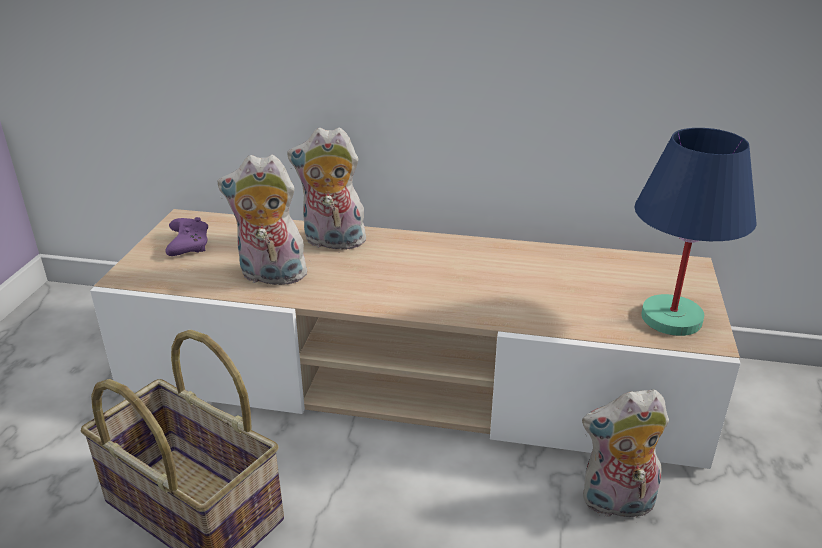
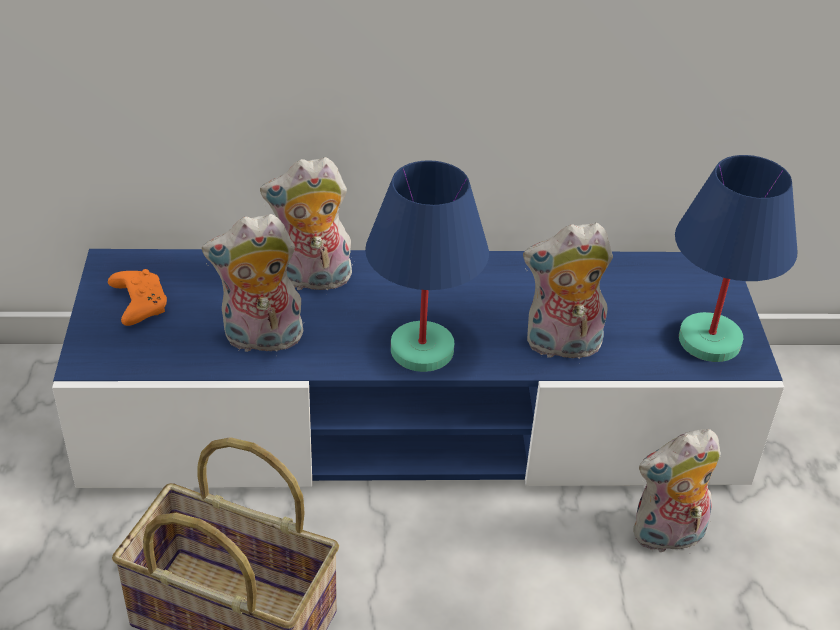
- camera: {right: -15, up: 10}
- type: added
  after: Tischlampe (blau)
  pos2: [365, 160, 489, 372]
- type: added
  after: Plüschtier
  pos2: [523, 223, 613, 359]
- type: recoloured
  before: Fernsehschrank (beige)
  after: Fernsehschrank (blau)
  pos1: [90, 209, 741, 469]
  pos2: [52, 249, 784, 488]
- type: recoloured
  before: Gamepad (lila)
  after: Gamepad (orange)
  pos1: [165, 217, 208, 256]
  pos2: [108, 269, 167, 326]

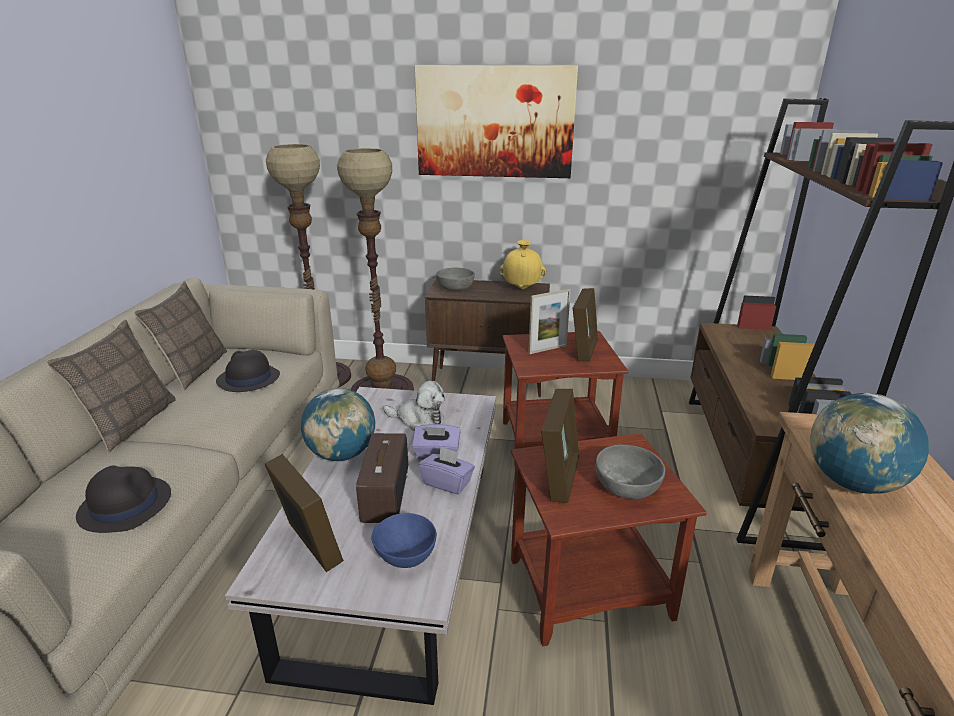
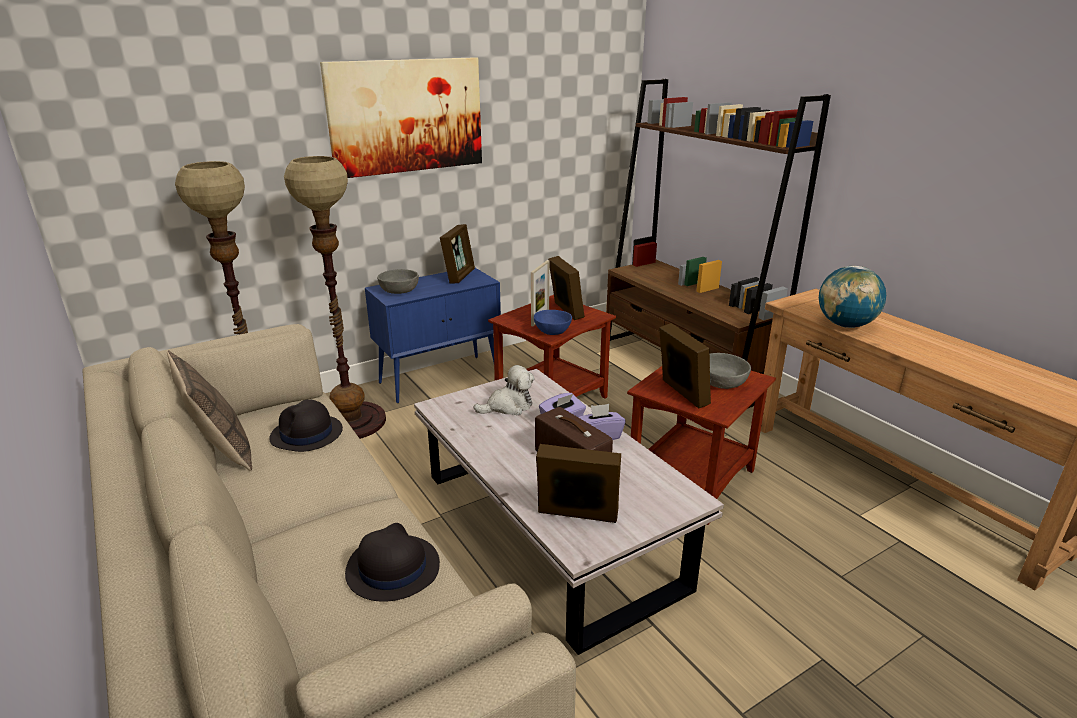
- camera: {right: -40, up: 0}
- type: removed
  before: Kissen
  pos1: [47, 320, 176, 452]
- type: removed
  before: Globus
  pos1: [301, 388, 375, 461]
- type: moved
  before: Schüssel (blau)
  pos1: [371, 513, 437, 568]
  pos2: [534, 310, 572, 335]
- type: replaced
  before: Vase (gelb)
  after: Bilderrahmen
  pos1: [500, 240, 546, 289]
  pos2: [440, 224, 475, 284]
- type: recoloured
  before: Schrank (braun)
  after: Schrank (blau)
  pos1: [425, 278, 550, 397]
  pos2: [365, 268, 501, 403]

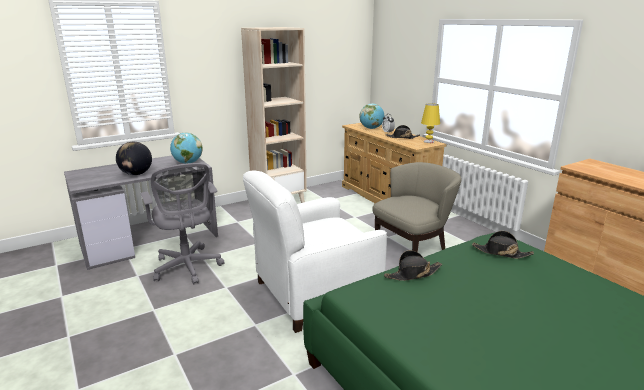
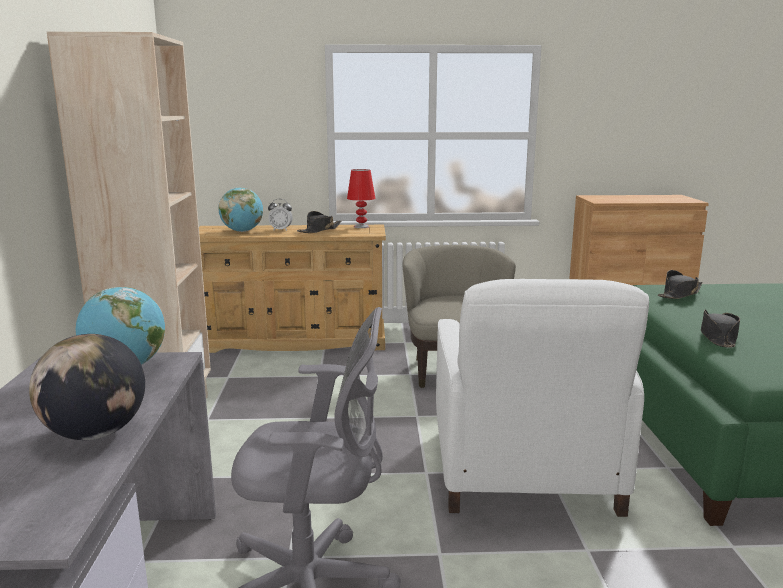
- camera: {right: -60, up: -5}
- type: recoloured
  before: Tischlampe (gelb)
  after: Tischlampe (rot)
  pos1: [421, 103, 440, 143]
  pos2: [347, 169, 375, 228]

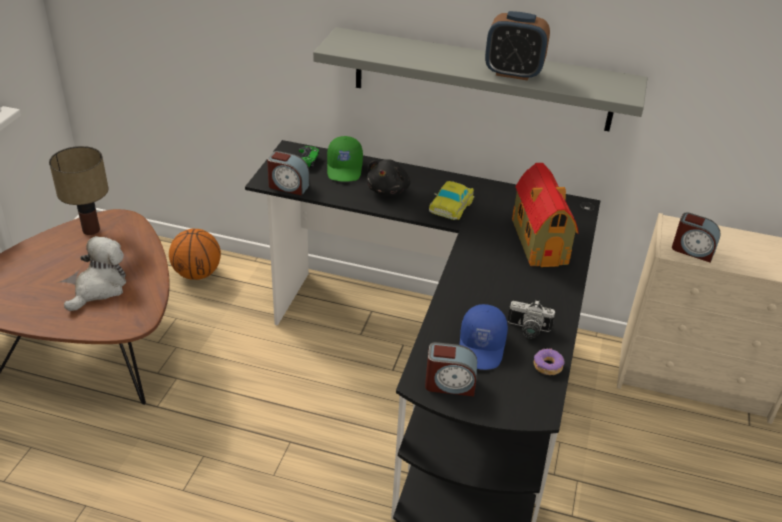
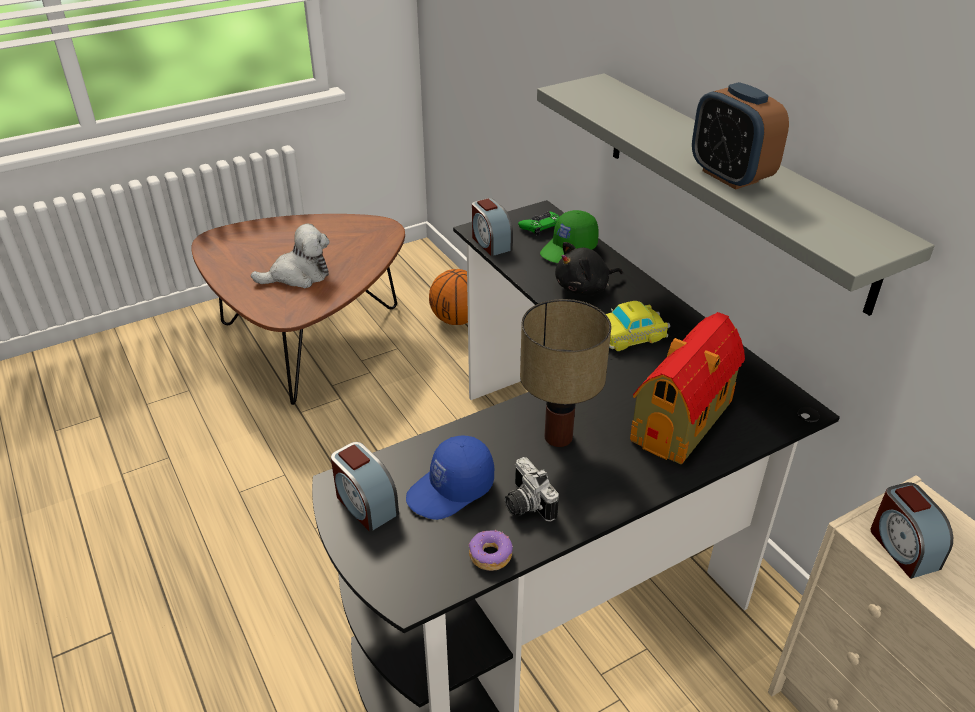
- camera: {right: 45, up: 0}
- type: moved
  before: Tischlampe
  pos1: [49, 146, 109, 235]
  pos2: [520, 299, 611, 447]

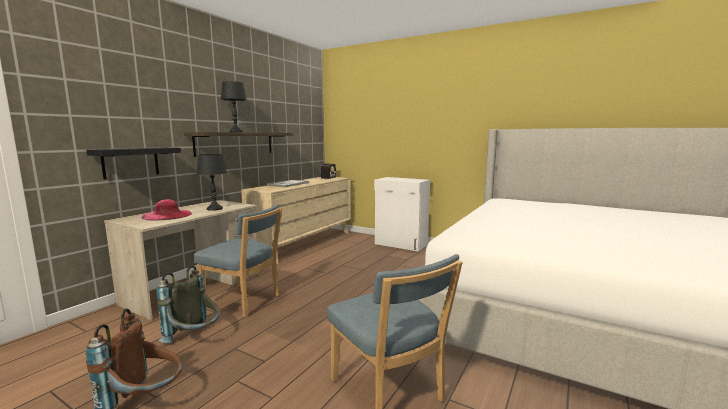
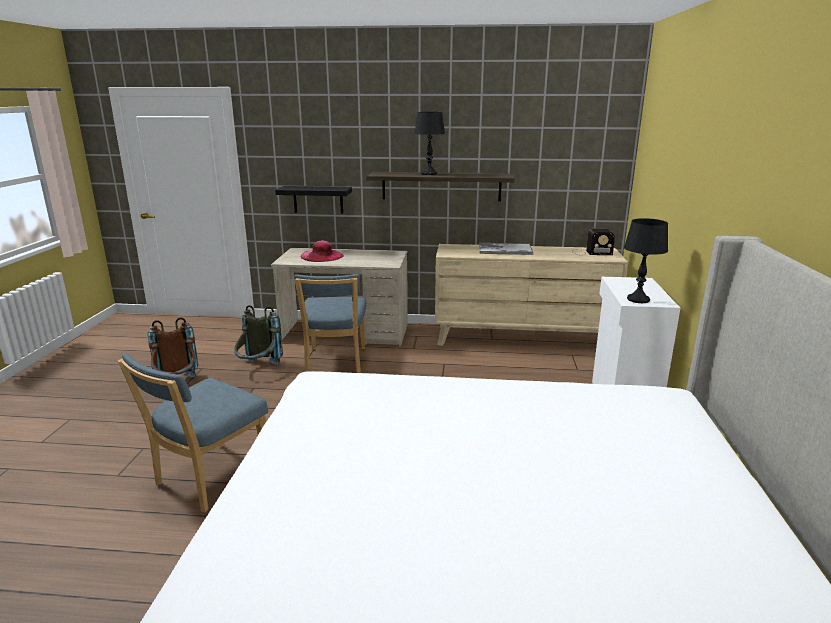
- camera: {right: 65, up: 10}
- type: moved
  before: Tischlampe (schwarz)
  pos1: [197, 154, 227, 211]
  pos2: [624, 218, 668, 303]

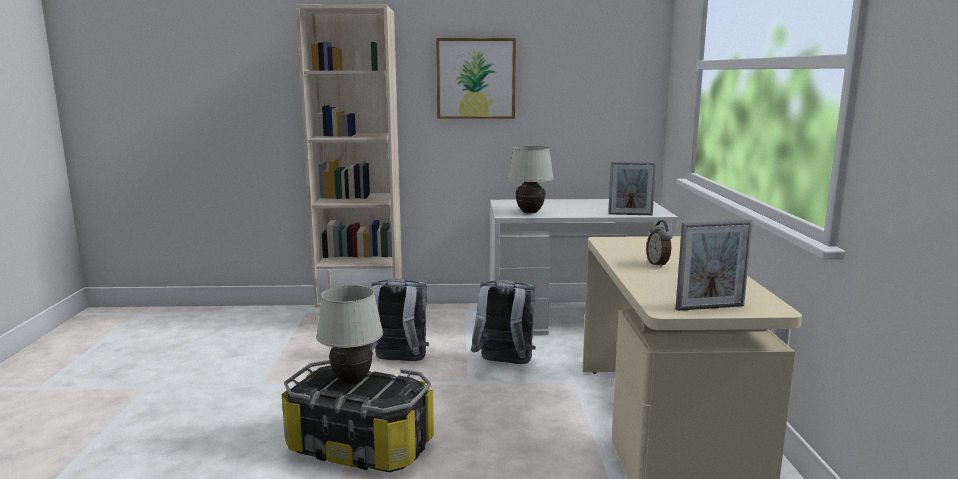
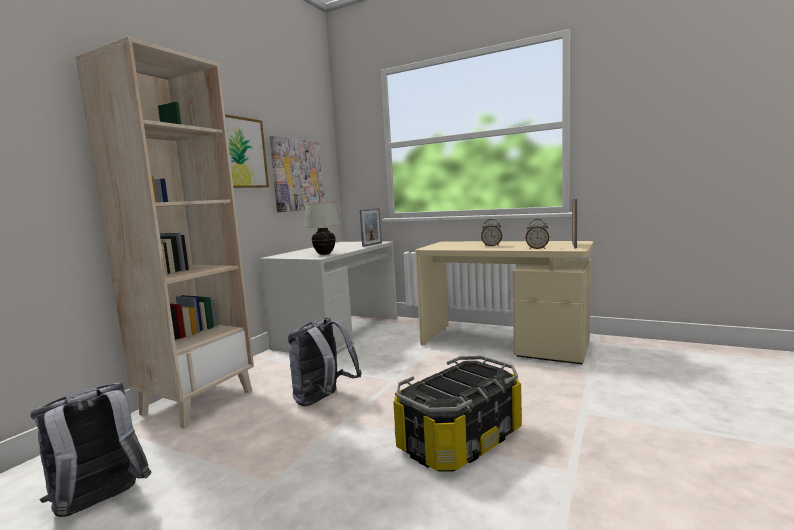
- camera: {right: -60, up: -5}
- type: removed
  before: Tischlampe (weiß)
  pos1: [316, 285, 383, 384]
- type: added
  after: Bild
  pos2: [270, 136, 325, 212]
- type: added
  after: Wecker
  pos2: [526, 219, 549, 249]
- type: moved
  before: Rucksack (grau)
  pos1: [471, 280, 536, 364]
  pos2: [30, 382, 152, 517]

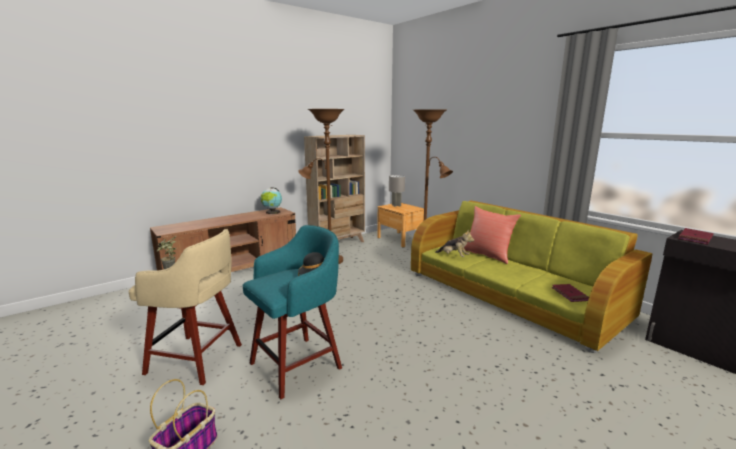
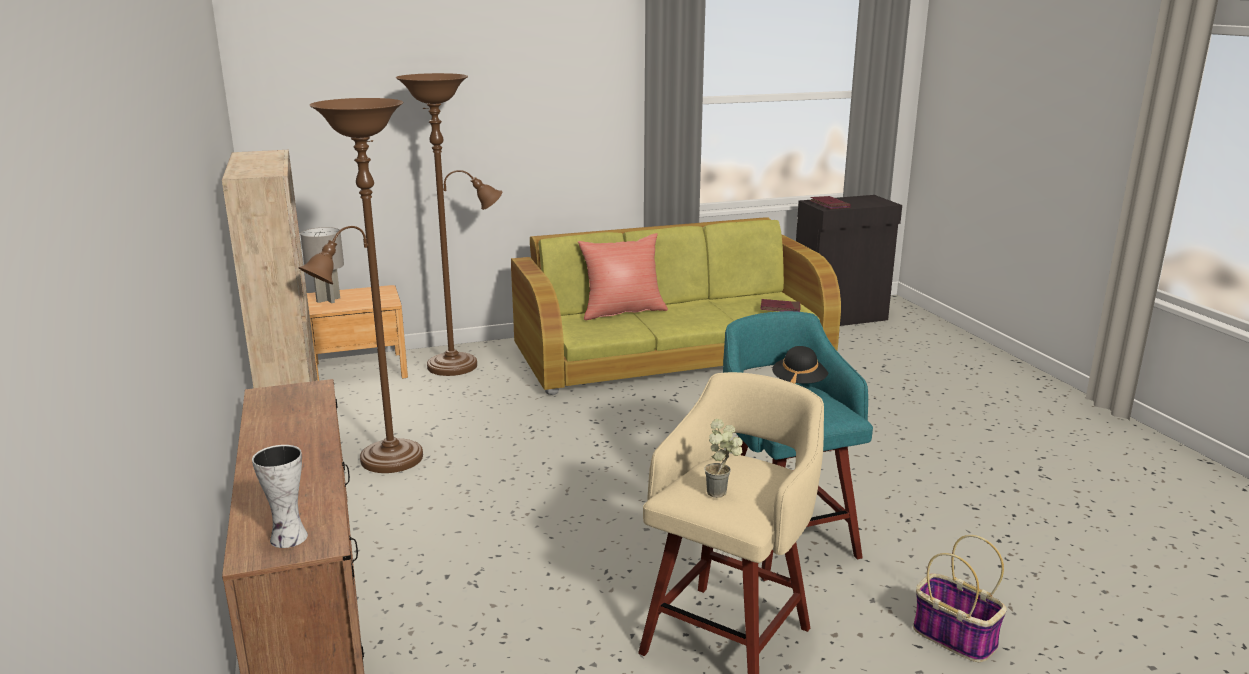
- camera: {right: -70, up: 5}
- type: removed
  before: Globus
  pos1: [261, 187, 282, 214]
- type: removed
  before: Plüschtier
  pos1: [435, 230, 474, 257]
- type: added
  after: Vase
  pos2: [252, 445, 308, 548]

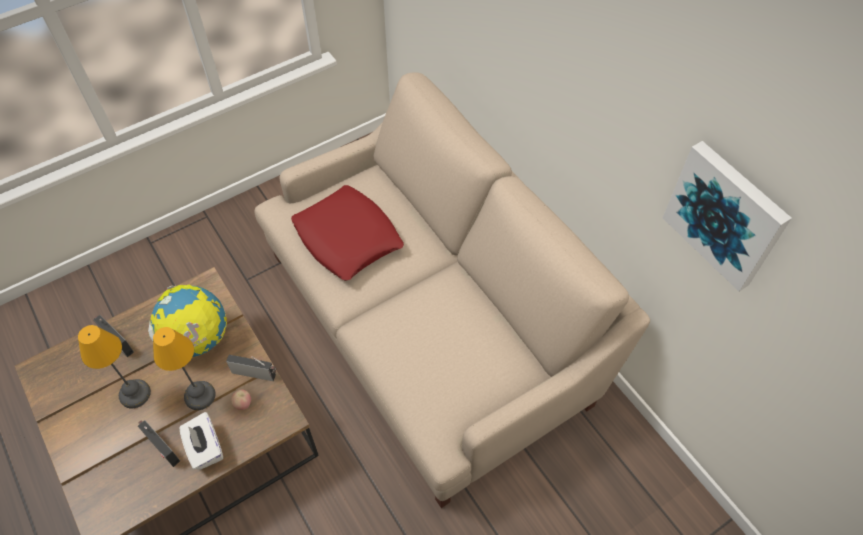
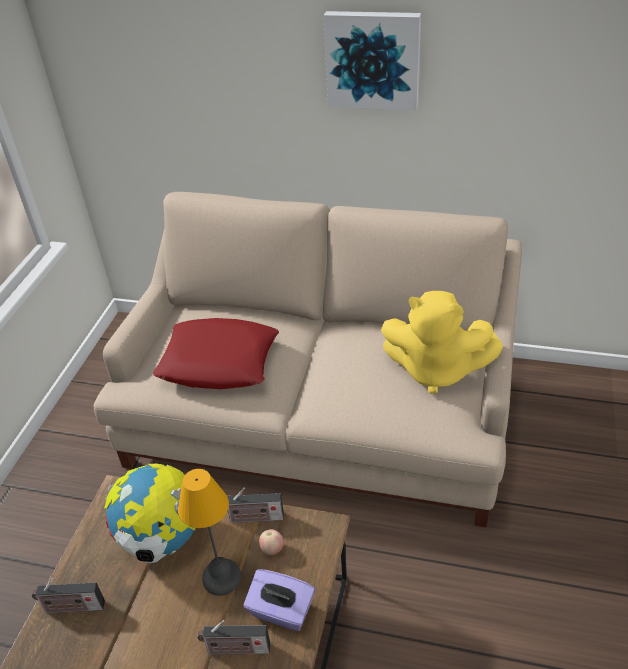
- camera: {right: -40, up: -15}
- type: removed
  before: Tischlampe
  pos1: [78, 325, 151, 408]
- type: added
  after: Plüschtier (gelb)
  pos2: [381, 291, 503, 394]
- type: moved
  before: Bild
  pos1: [663, 141, 792, 291]
  pos2: [323, 11, 421, 111]
- type: recoloured
  before: Taschentuchbox (weiß)
  after: Taschentuchbox (lila)
  pos1: [179, 412, 223, 470]
  pos2: [243, 569, 315, 631]
- type: turned
  before: Radio
  pos1: [226, 355, 277, 381]
  pos2: [227, 488, 284, 523]
  turn: -150

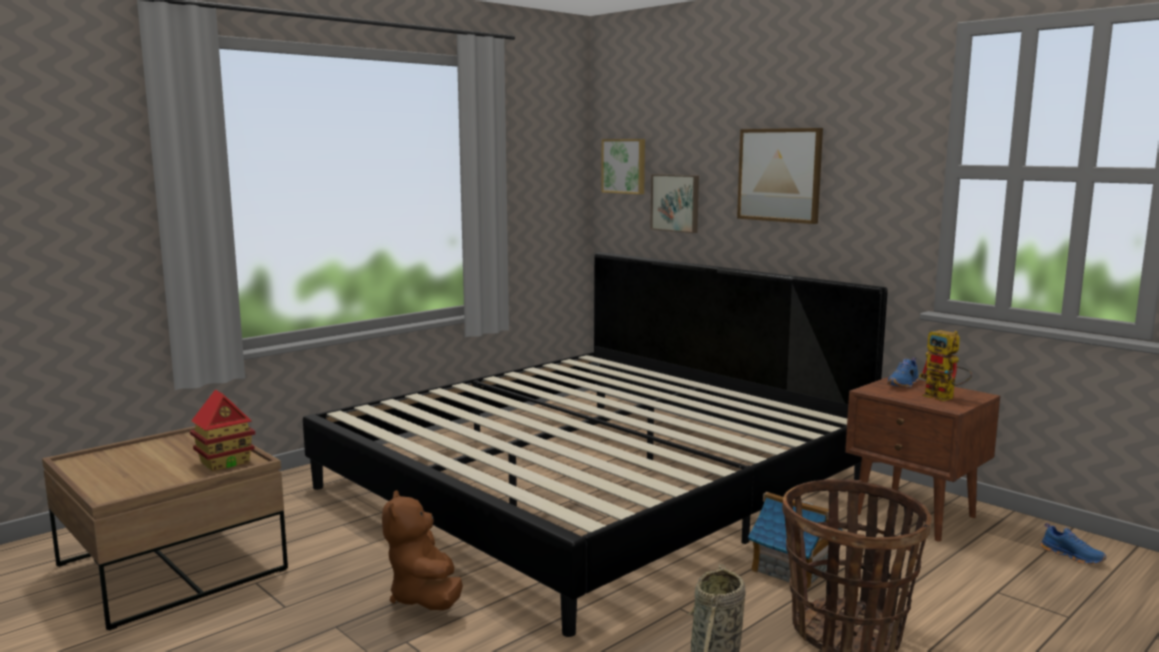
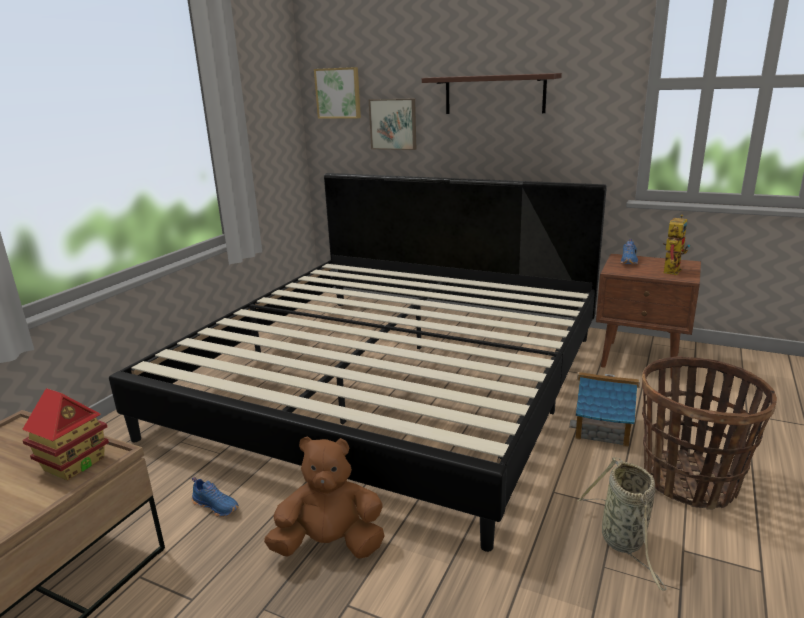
- camera: {right: -20, up: 10}
- type: moved
  before: Schuh (blau)
  pos1: [1040, 523, 1106, 564]
  pos2: [192, 477, 239, 517]
- type: replaced
  before: Bild
  after: Wandregal
  pos1: [737, 128, 823, 224]
  pos2: [422, 73, 562, 114]
- type: turned
  before: Plüschtier (braun)
  pos1: [382, 490, 463, 610]
  pos2: [264, 436, 385, 559]
  turn: 120
- type: turned
  before: Spielzeugroboter
  pos1: [919, 330, 972, 401]
  pos2: [663, 215, 690, 275]
  turn: -90

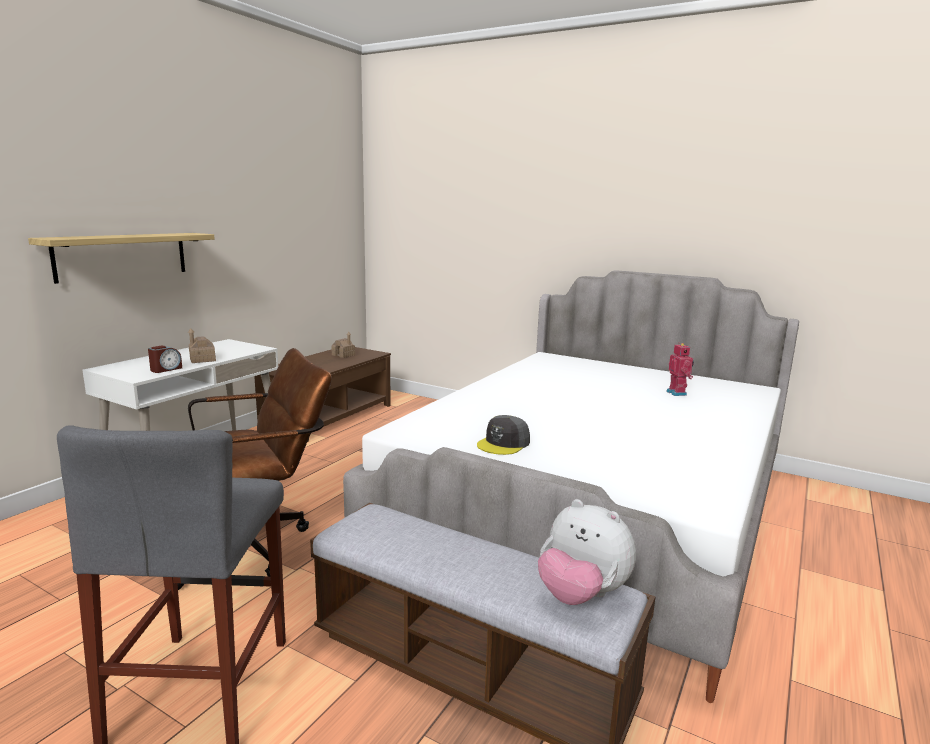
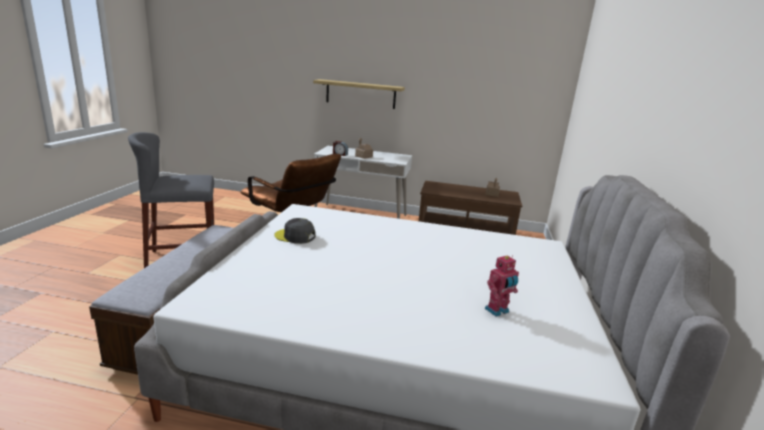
- camera: {right: 70, up: 5}
- type: removed
  before: Plüschtier
  pos1: [538, 499, 636, 605]

